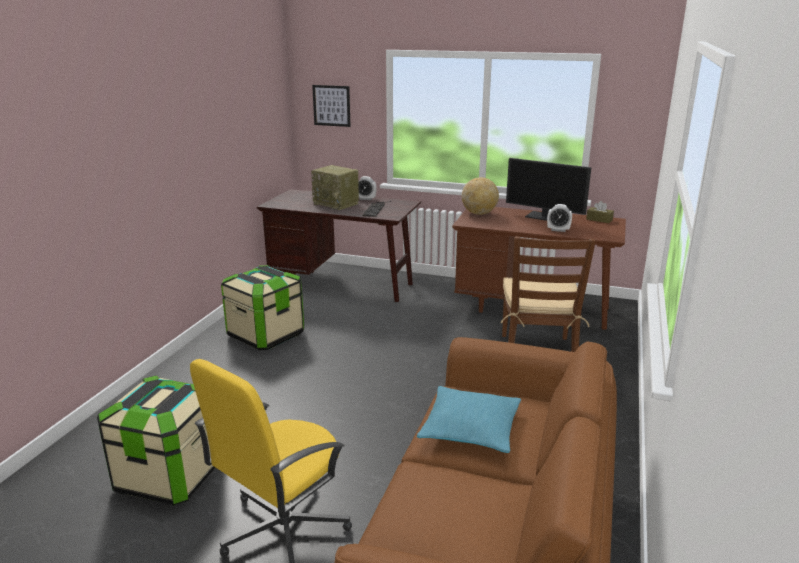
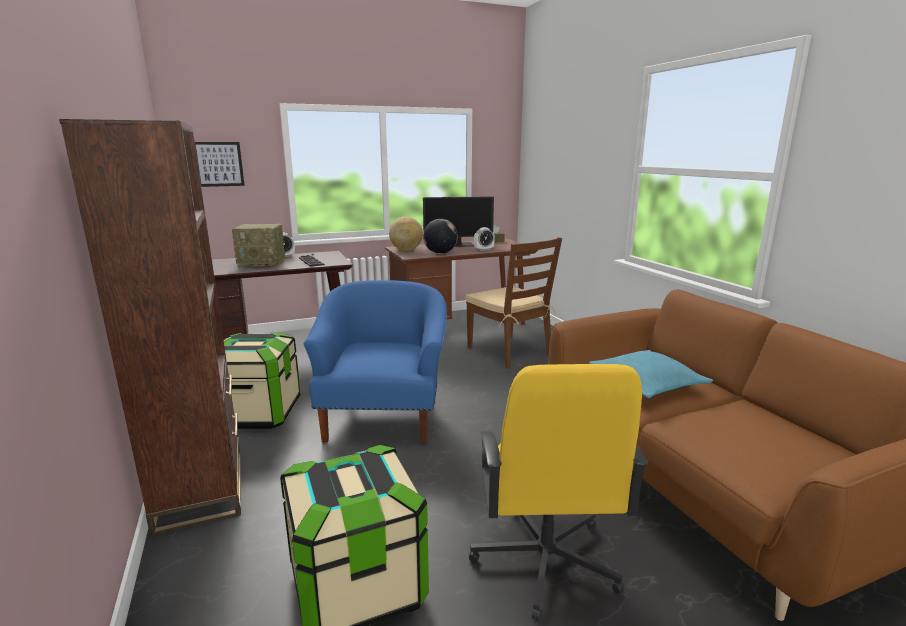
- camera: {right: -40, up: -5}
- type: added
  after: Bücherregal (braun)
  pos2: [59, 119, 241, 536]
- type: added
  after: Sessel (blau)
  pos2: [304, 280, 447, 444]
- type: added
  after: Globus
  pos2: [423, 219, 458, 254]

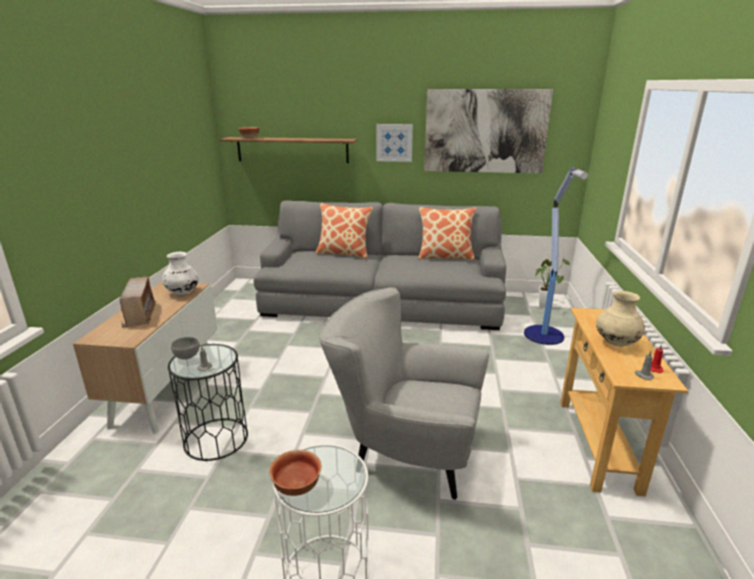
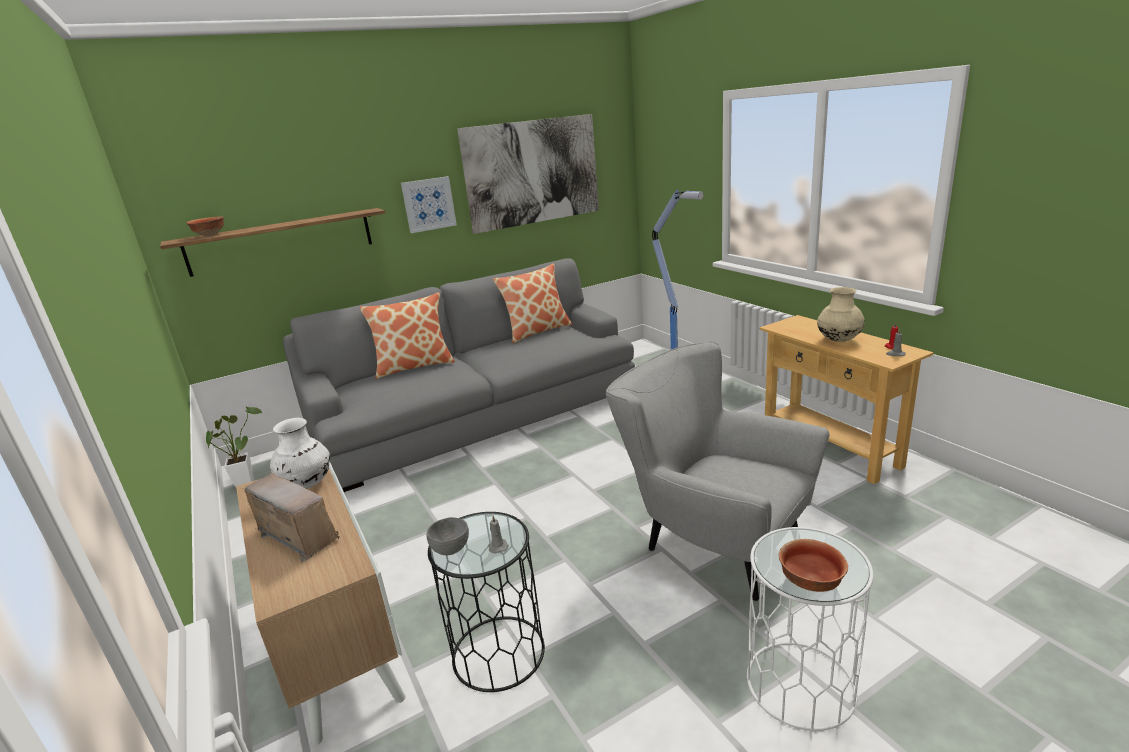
- camera: {right: -35, up: 0}
- type: moved
  before: Topfpflanze
  pos1: [535, 259, 570, 308]
  pos2: [206, 406, 262, 487]
- type: turned
  before: Sessel (grau)
  pos1: [319, 287, 489, 500]
  pos2: [606, 341, 829, 601]
  turn: 60

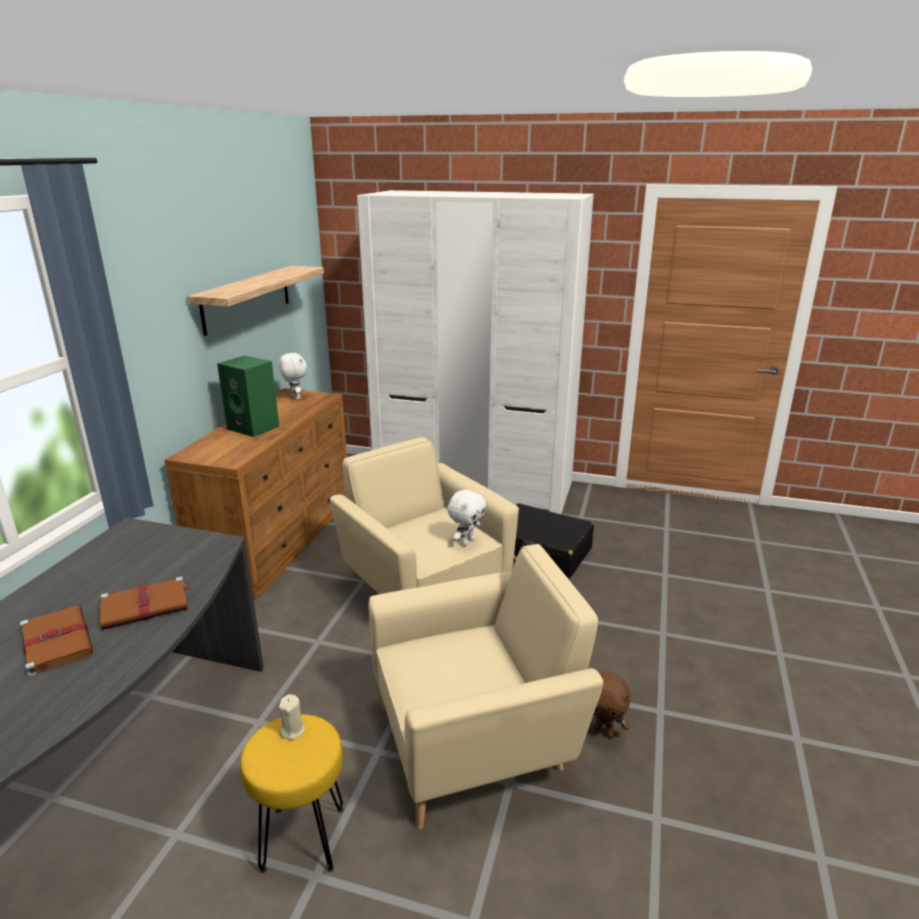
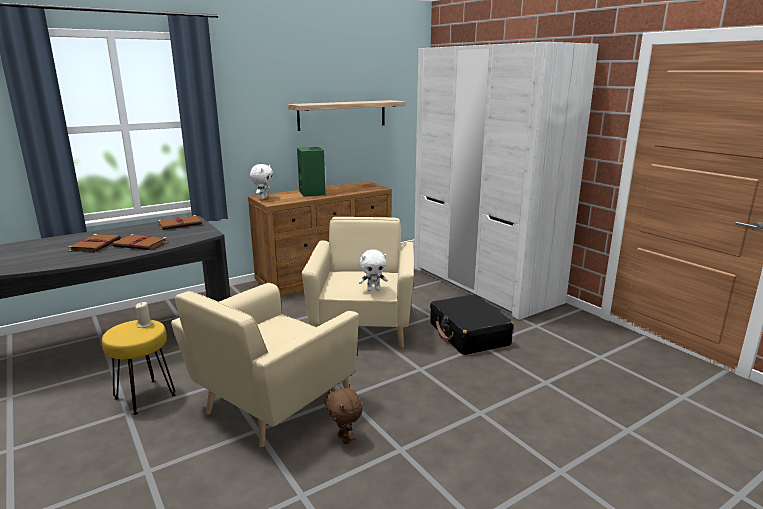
- camera: {right: 40, up: -5}
- type: added
  after: Buch (braun)
  pos2: [157, 215, 202, 230]
- type: moved
  before: Plüschtier (weiß)
  pos1: [278, 352, 307, 399]
  pos2: [250, 164, 273, 200]
- type: turned
  before: Sessel (beige)
  pos1: [368, 544, 603, 829]
  pos2: [171, 283, 359, 447]
  turn: 105

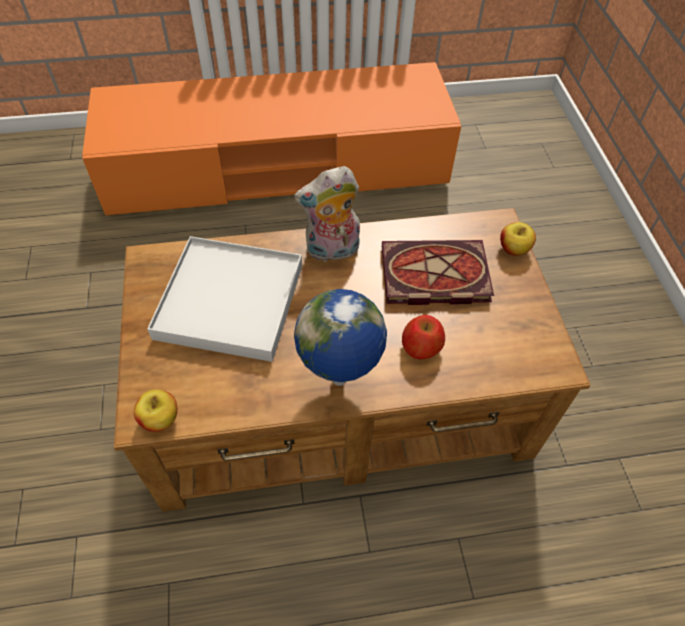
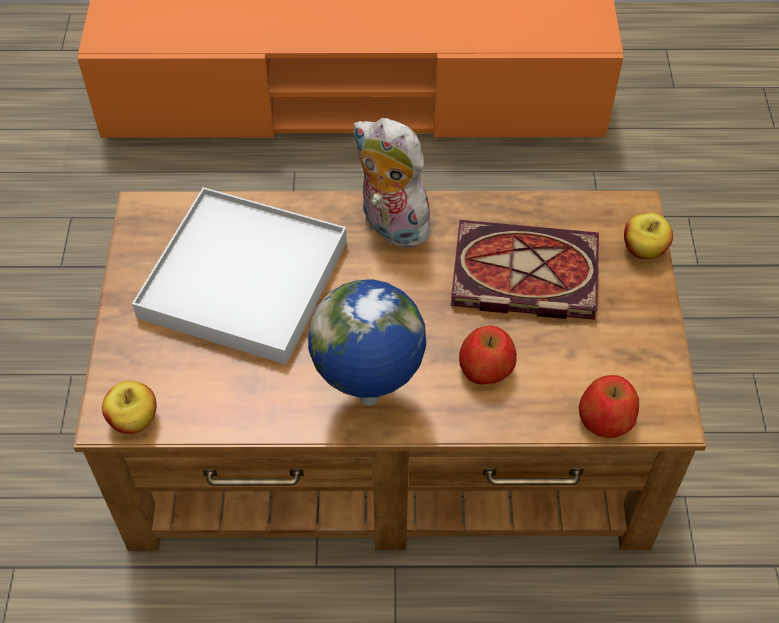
- camera: {right: 10, up: 0}
- type: added
  after: Apfel
  pos2: [579, 375, 639, 438]
- type: turned
  before: Plüschtier
  pos1: [294, 166, 360, 262]
  pos2: [353, 118, 439, 248]
  turn: 45

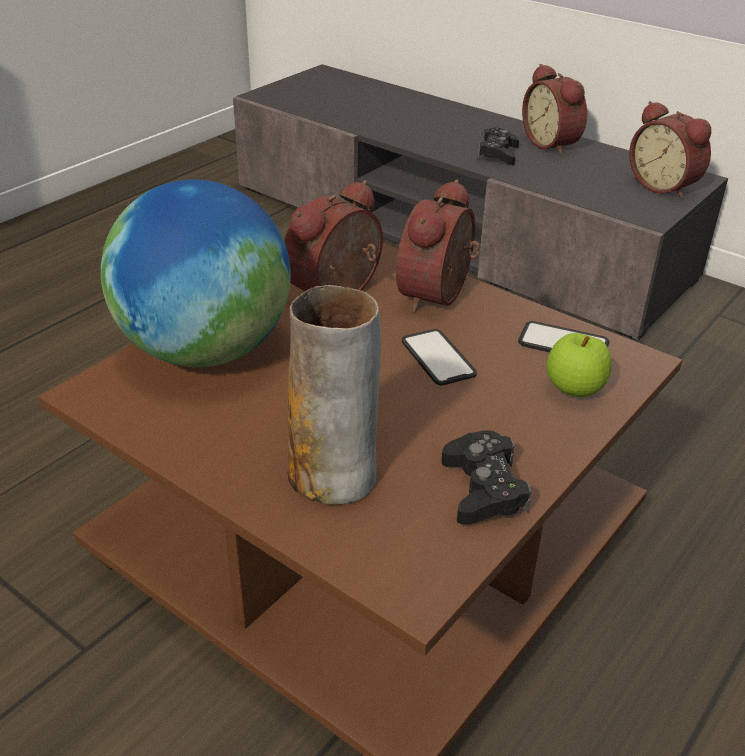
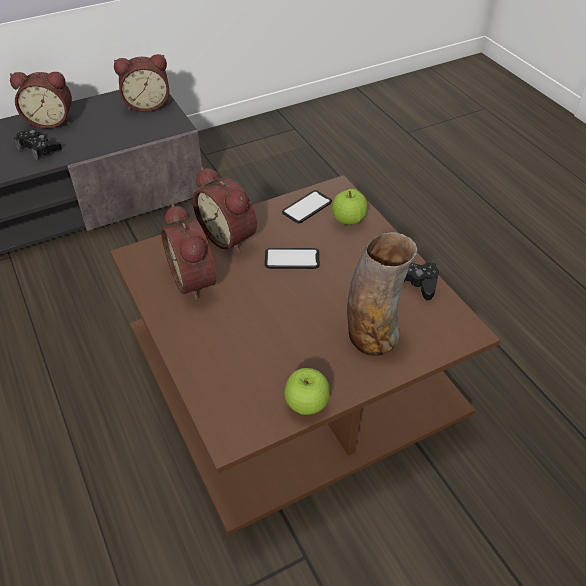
- camera: {right: -65, up: 10}
- type: removed
  before: Globus
  pos1: [101, 180, 291, 367]
- type: added
  after: Apfel
  pos2: [284, 368, 330, 415]

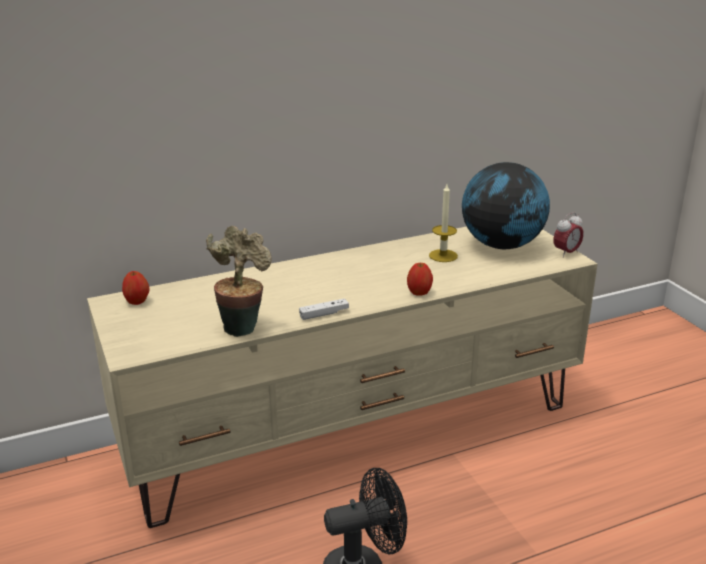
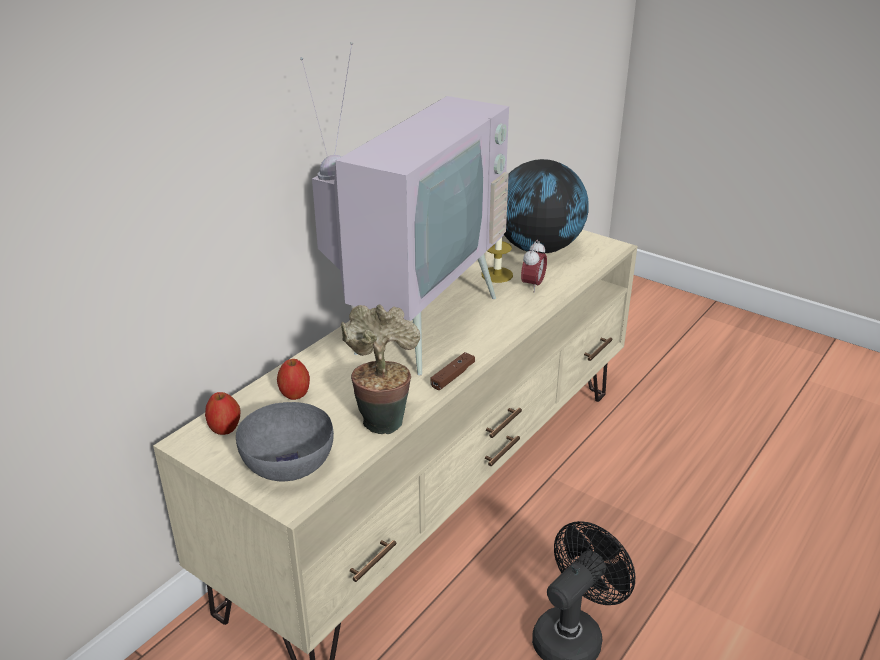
- camera: {right: -30, up: 5}
- type: added
  after: Schüssel (grau)
  pos2: [236, 402, 334, 482]
- type: added
  after: Fernseher
  pos2: [300, 42, 509, 375]
- type: moved
  before: Apfel
  pos1: [407, 263, 433, 296]
  pos2: [277, 359, 310, 400]
- type: moved
  before: Wecker
  pos1: [553, 212, 583, 258]
  pos2: [521, 240, 547, 293]
- type: recoloured
  before: Gamepad (weiß)
  after: Gamepad (braun)
  pos1: [299, 298, 349, 320]
  pos2: [430, 352, 475, 390]

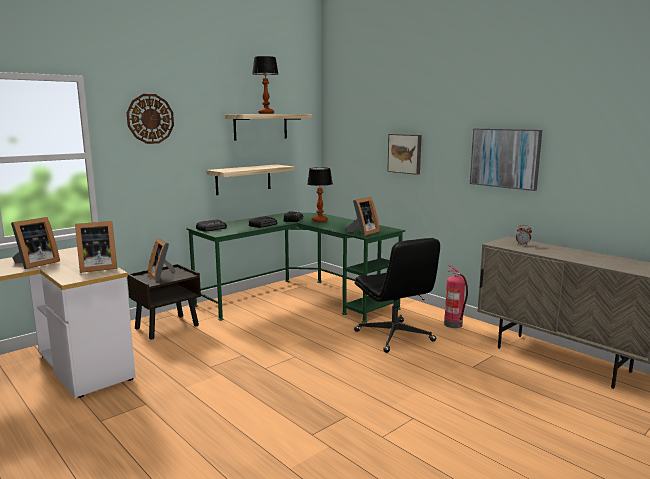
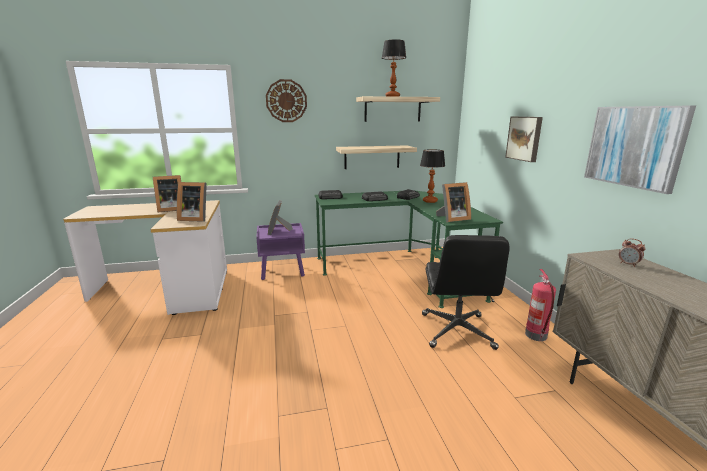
- camera: {right: 30, up: 5}
- type: recoloured
  before: Nachttisch (braun)
  after: Nachttisch (lila)
  pos1: [127, 264, 201, 340]
  pos2: [256, 223, 305, 280]

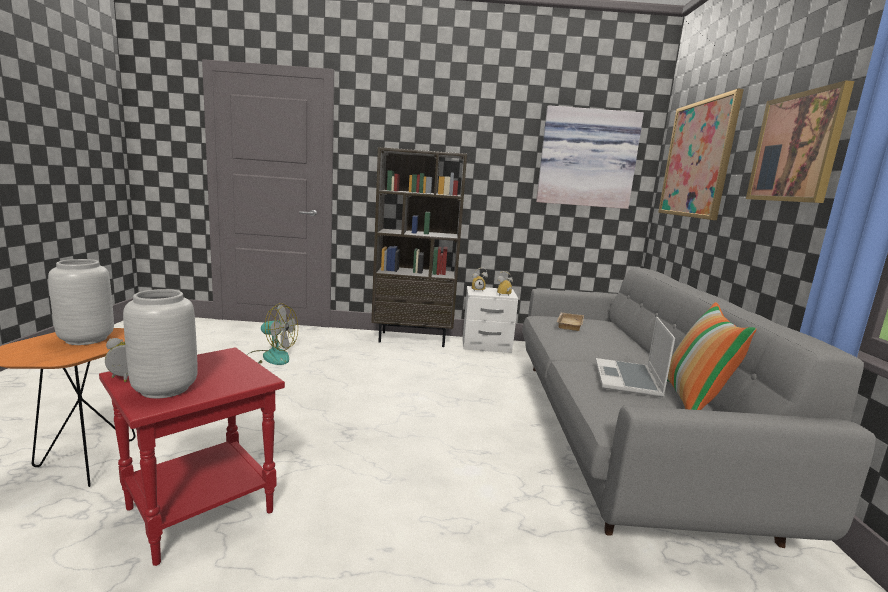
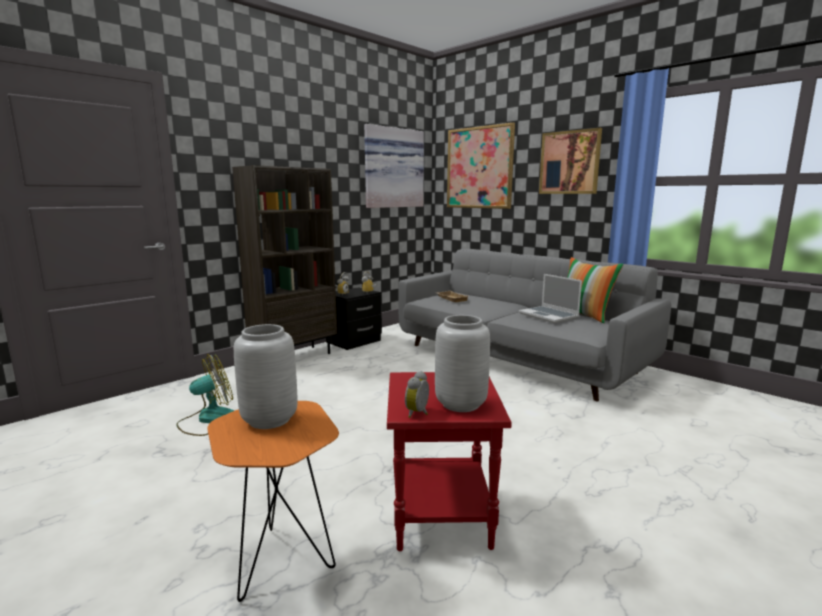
- camera: {right: -45, up: 0}
- type: recoloured
  before: Nachttisch (weiß)
  after: Nachttisch (schwarz)
  pos1: [463, 286, 518, 353]
  pos2: [326, 287, 382, 350]

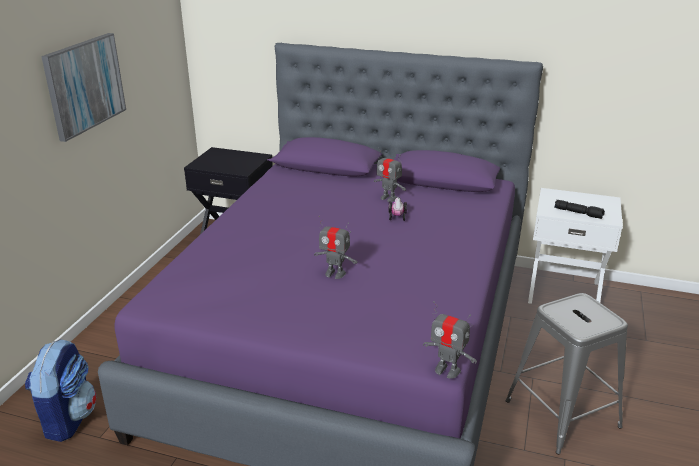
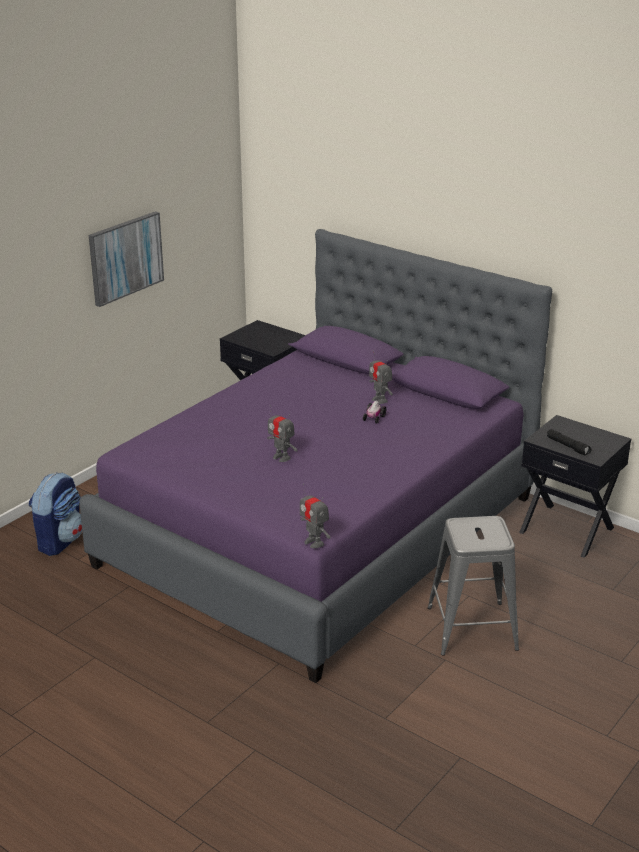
- camera: {right: 20, up: 0}
- type: recoloured
  before: Nachttisch (weiß)
  after: Nachttisch (schwarz)
  pos1: [528, 188, 623, 304]
  pos2: [519, 415, 631, 558]

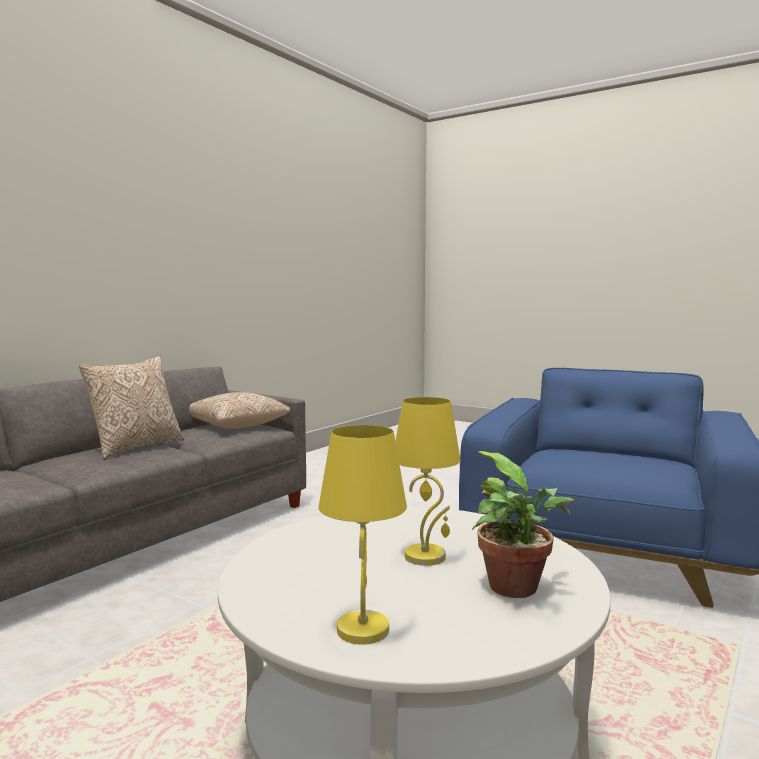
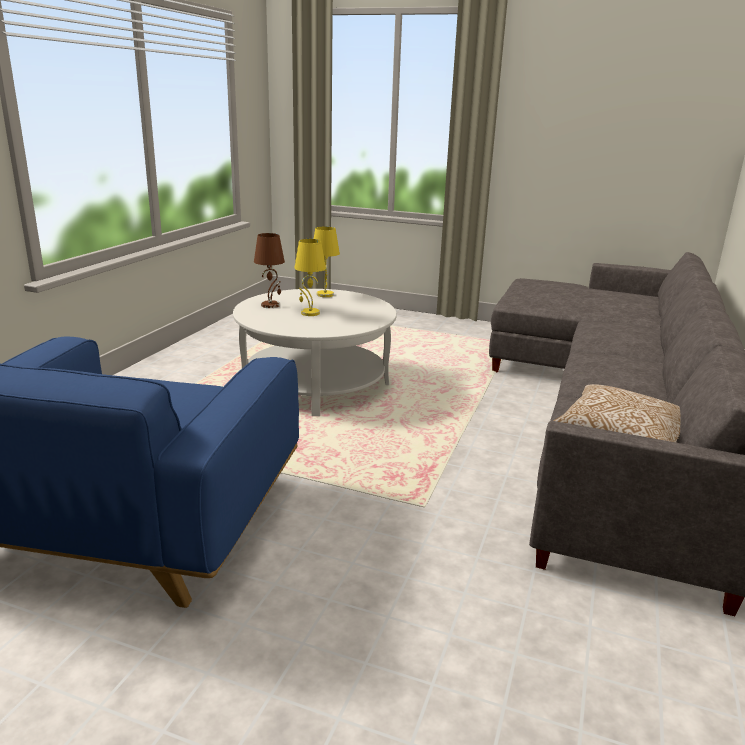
- camera: {right: 165, up: 15}
- type: removed
  before: Kissen
  pos1: [79, 356, 184, 460]
- type: replaced
  before: Topfpflanze
  after: Tischlampe (braun)
  pos1: [472, 451, 574, 598]
  pos2: [254, 233, 285, 308]

